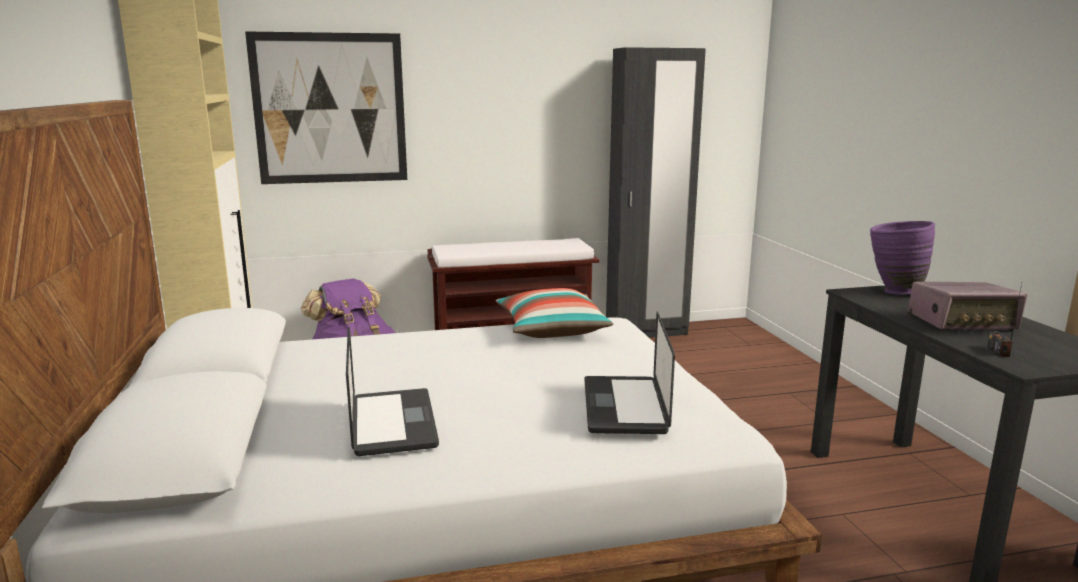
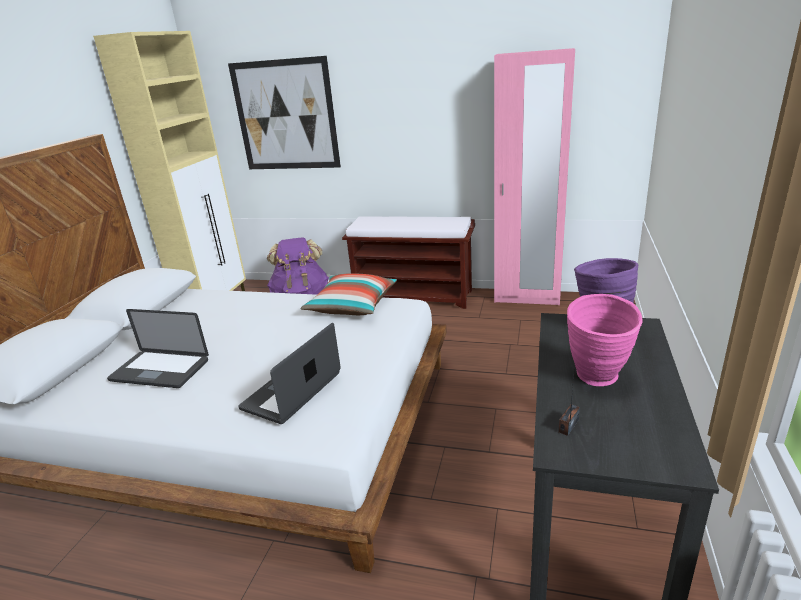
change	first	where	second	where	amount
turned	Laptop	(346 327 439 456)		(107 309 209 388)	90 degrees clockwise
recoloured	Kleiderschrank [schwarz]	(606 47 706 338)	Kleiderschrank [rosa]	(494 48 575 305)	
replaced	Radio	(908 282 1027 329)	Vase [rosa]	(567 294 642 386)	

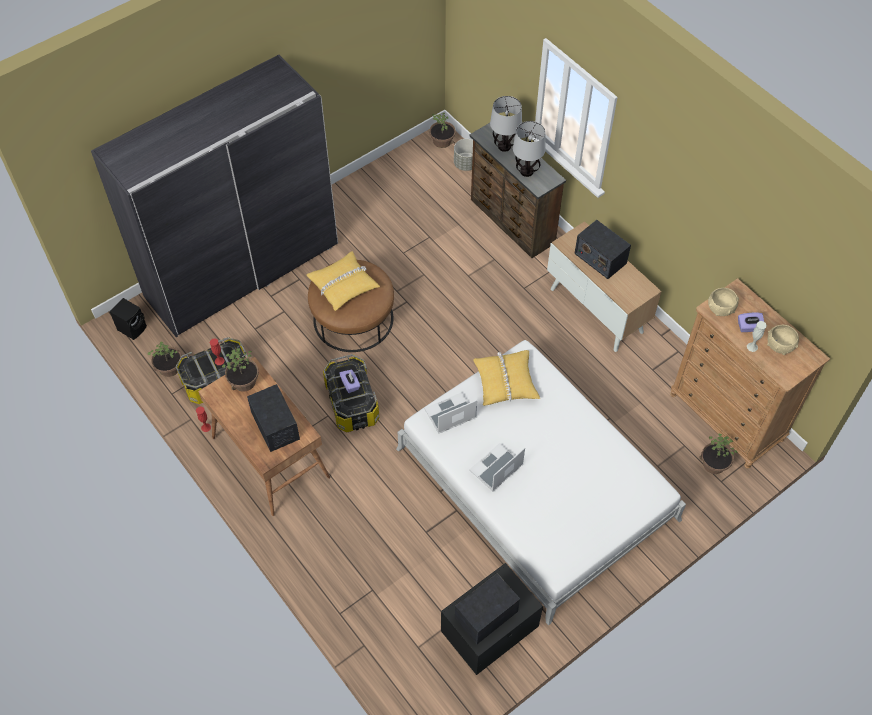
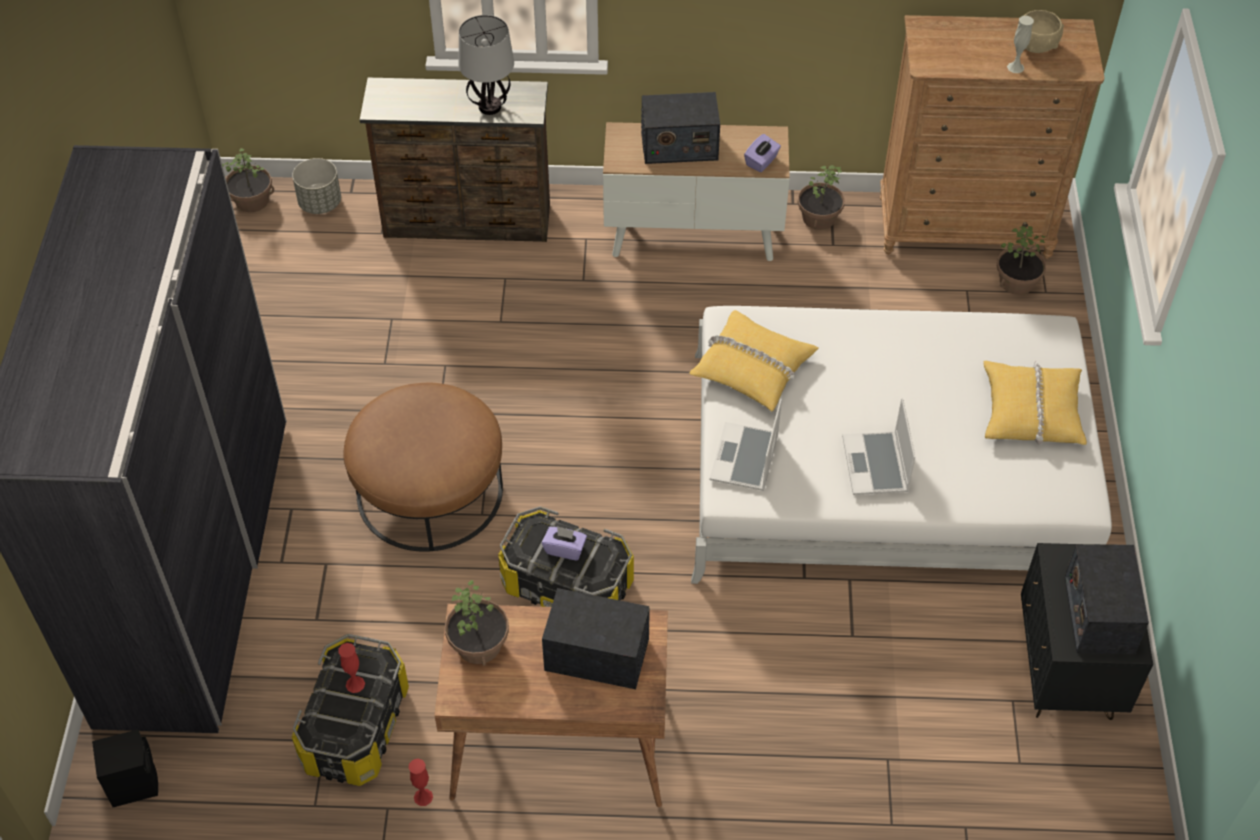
change	first	where	second	where	amount
moved	Taschentuchbox [lila]	(738 313 764 332)		(744 134 781 172)	
moved	Topfpflanze	(147 341 182 377)		(798 165 845 230)	
moved	Kissen [gelb]	(307 251 380 311)		(983 361 1087 445)	
removed	Tischlampe	(490 96 522 152)			
removed	Schüssel [beige]	(708 288 739 316)			

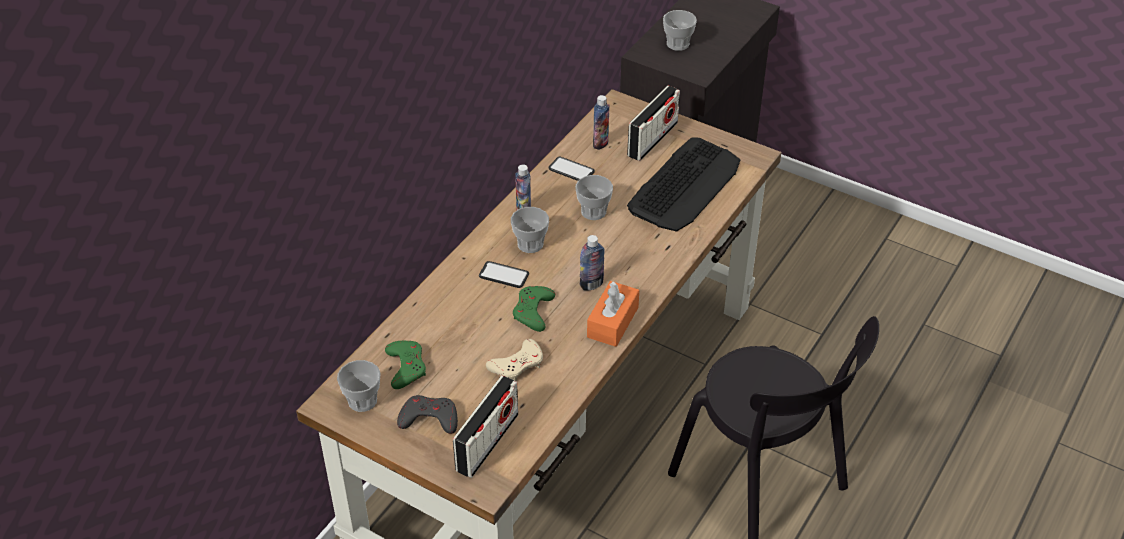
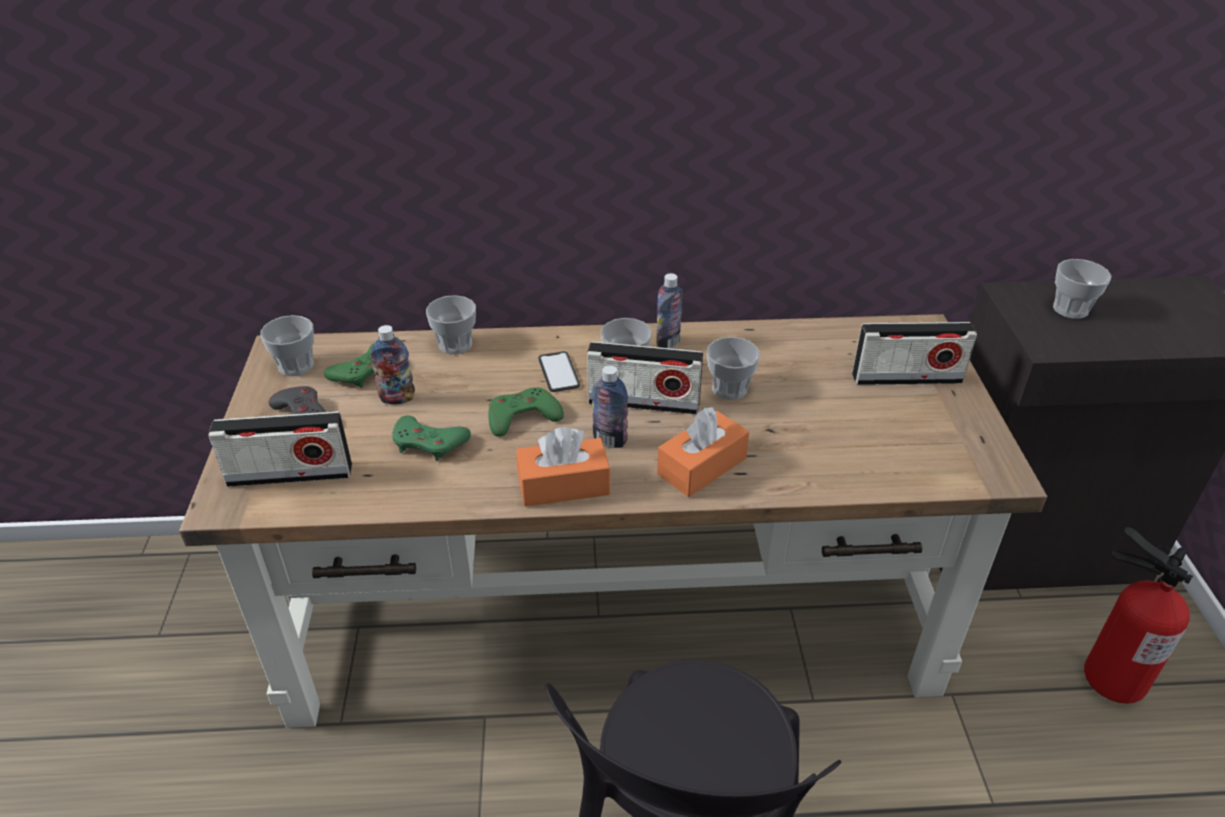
change	first	where	second	where	amount
moved	Flasche	(593 95 610 150)		(371 325 415 405)	
recoloured	Gamepad [beige]	(486 339 543 381)	Gamepad [grün]	(392 415 471 461)	
added			Tasse	(426 295 476 355)	
added			Radio	(587 341 703 415)	
added			Taschentuchbox [orange]	(657 407 749 497)	
added			Feuerlöscher	(1084 527 1193 704)	
removed	Handy	(548 157 595 181)			
removed	Tastatur	(627 137 741 232)			

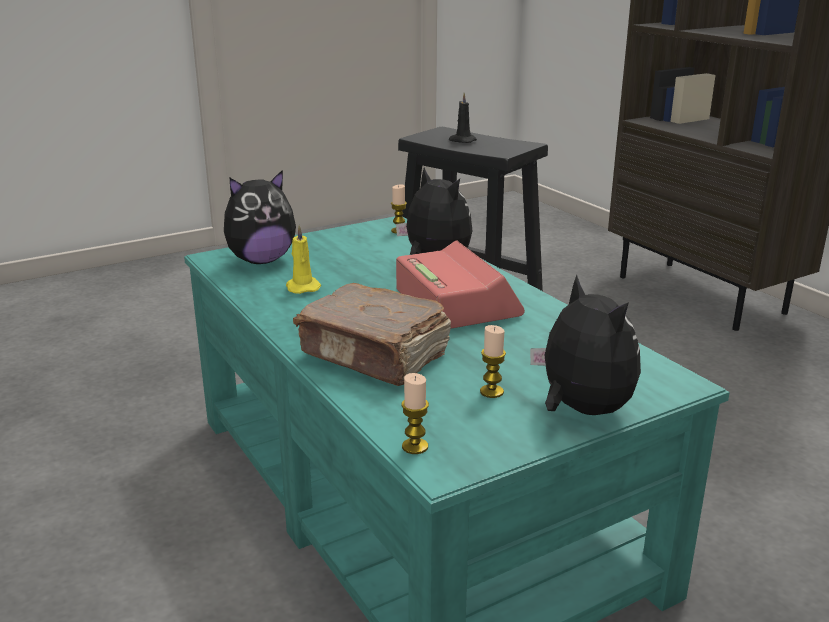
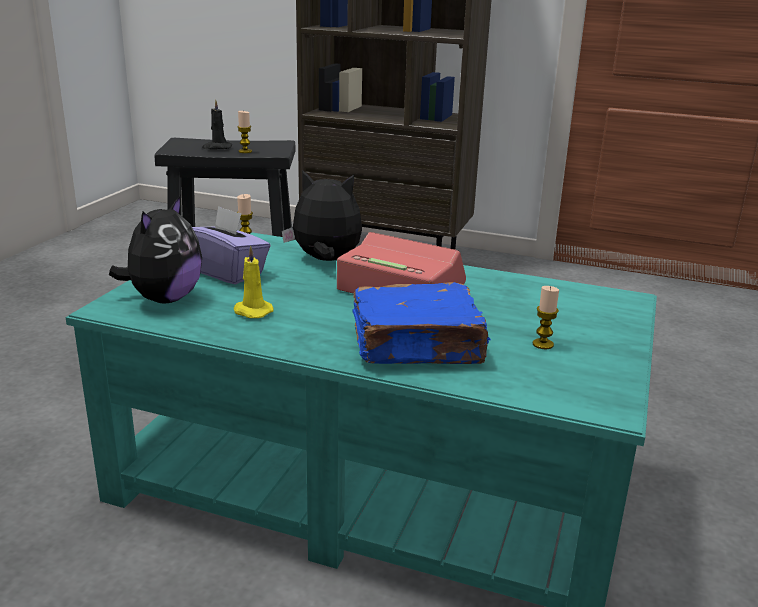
change	first	where	second	where	amount
added			Taschentuchbox [lila]	(192 206 271 285)	
moved	Kerze	(401 373 429 454)		(237 111 252 153)	
recoloured	Buch [braun]	(293 283 451 386)	Buch [blau]	(352 282 491 364)	
removed	Plüschtier	(530 275 641 415)			

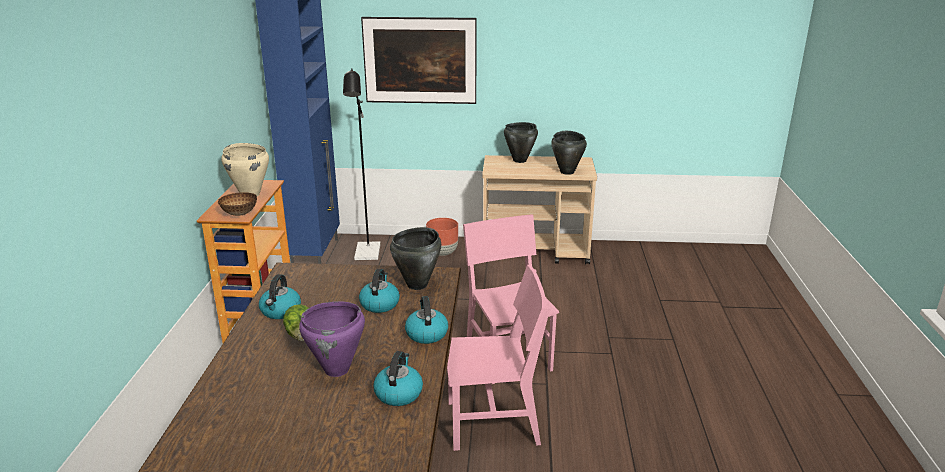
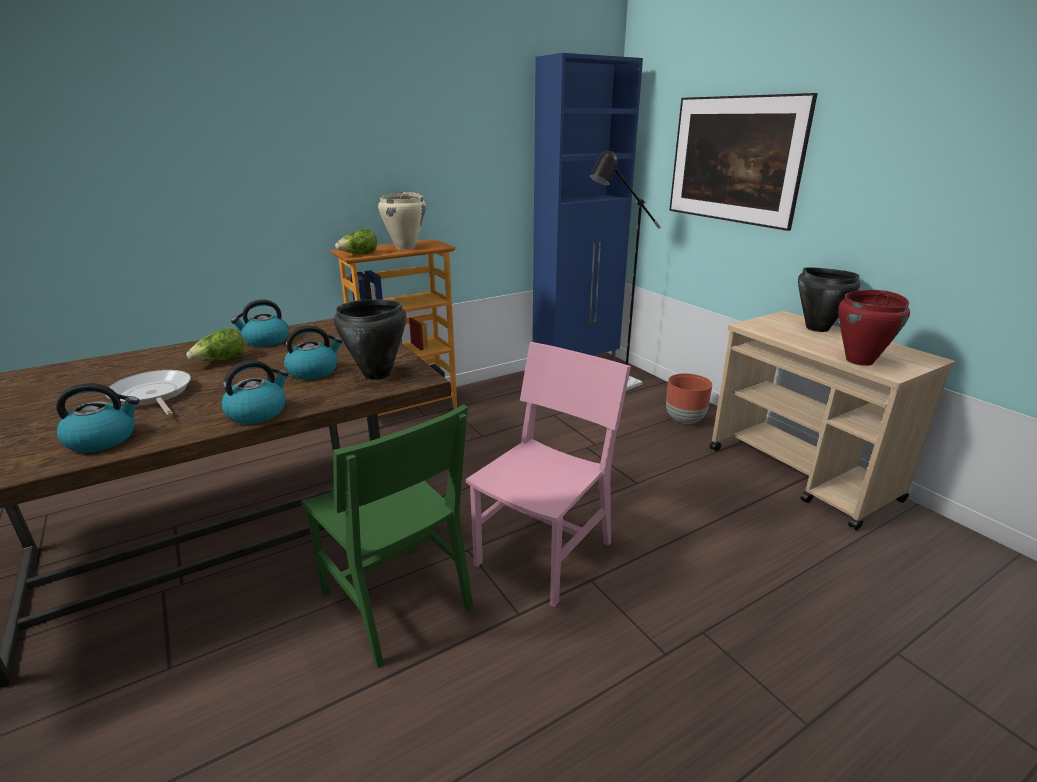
change	first	where	second	where	amount
replaced	Kochtopf [lila]	(299 301 365 377)	Pfanne	(106 370 191 416)	
recoloured	Stuhl [rosa]	(447 265 550 451)	Stuhl [grün]	(301 404 474 668)	
replaced	Schüssel	(218 192 257 216)	Salatkopf	(335 229 377 254)	
recoloured	Kochtopf [schwarz]	(551 131 587 175)	Kochtopf [rot]	(838 290 910 366)	

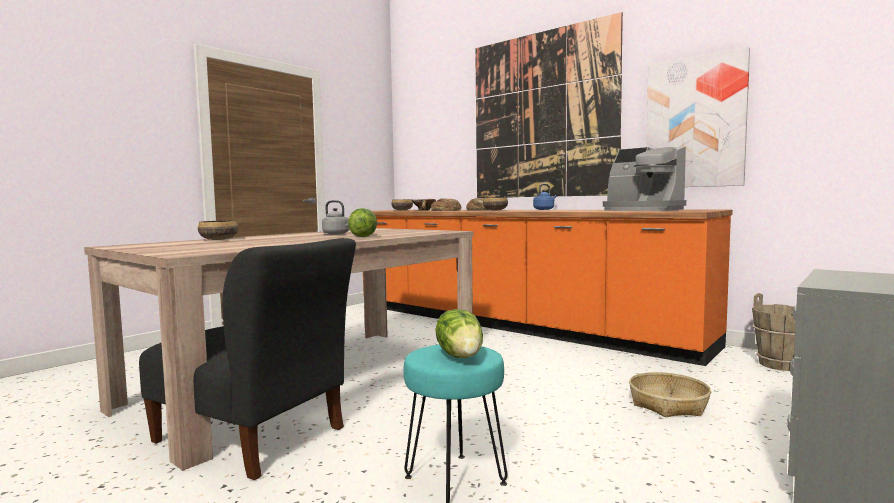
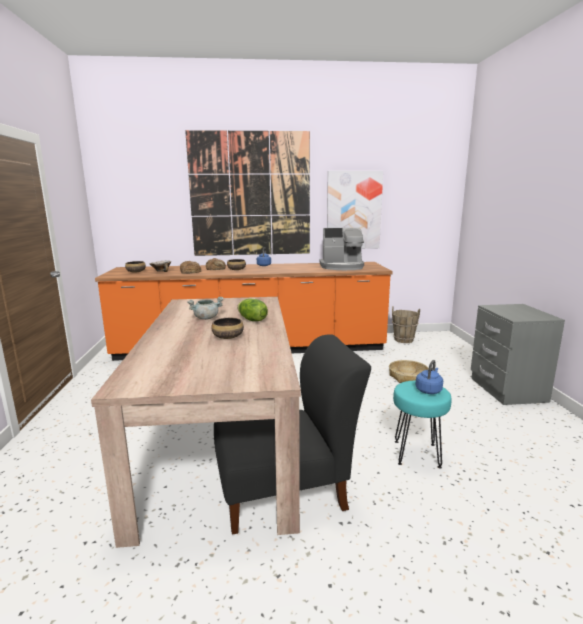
change	first	where	second	where	amount
replaced	Wasserkessel [grau]	(322 200 349 235)	Kochtopf [grau]	(187 297 224 320)	
moved	Schüssel	(198 220 238 240)		(211 318 244 339)	
replaced	Salatkopf	(435 309 483 358)	Wasserkessel [blau]	(415 360 443 394)	

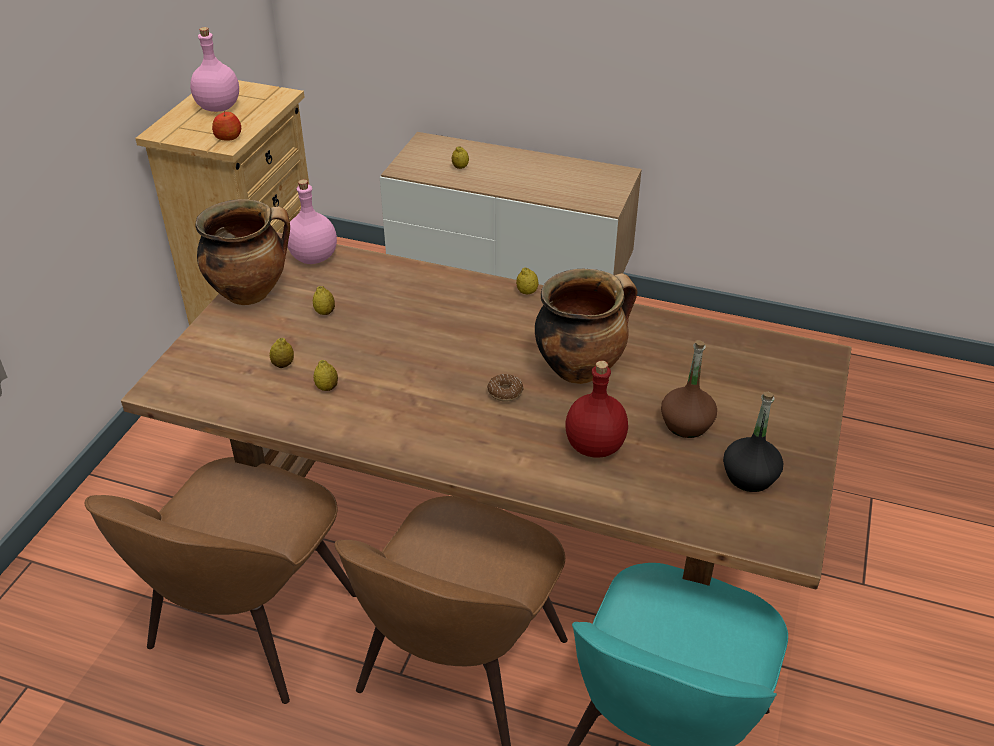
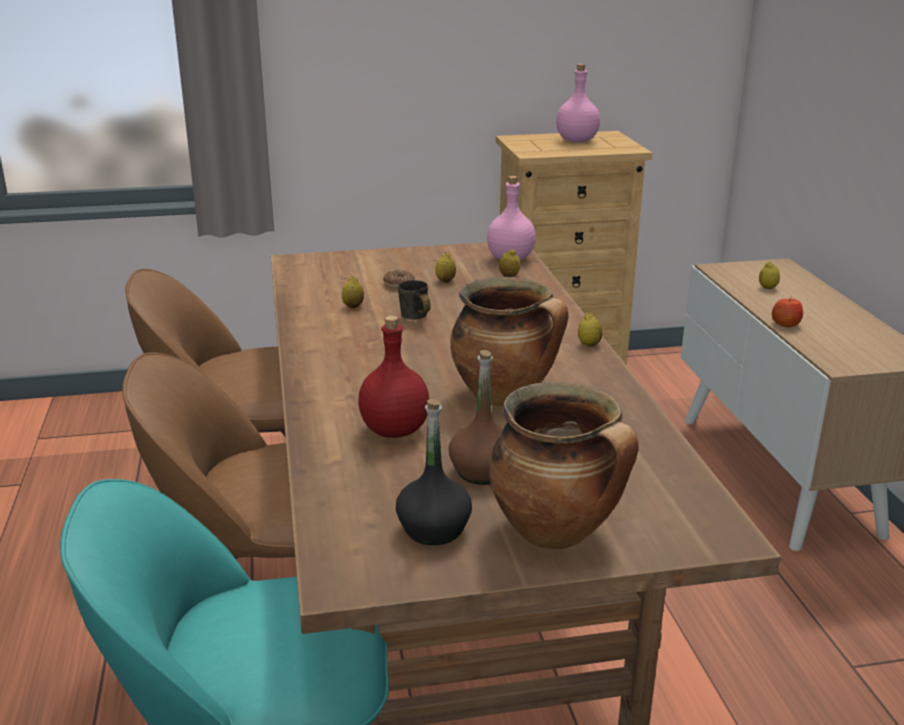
change	first	where	second	where	amount
moved	Donut	(487 374 523 402)		(383 270 415 289)	
added			Henkelbecher [grau]	(398 280 431 320)	
moved	Kochtopf	(195 199 290 305)		(489 382 638 549)	
moved	Zitrone	(270 338 294 368)		(499 249 520 277)	
moved	Apfel	(212 111 241 141)		(772 298 803 327)	

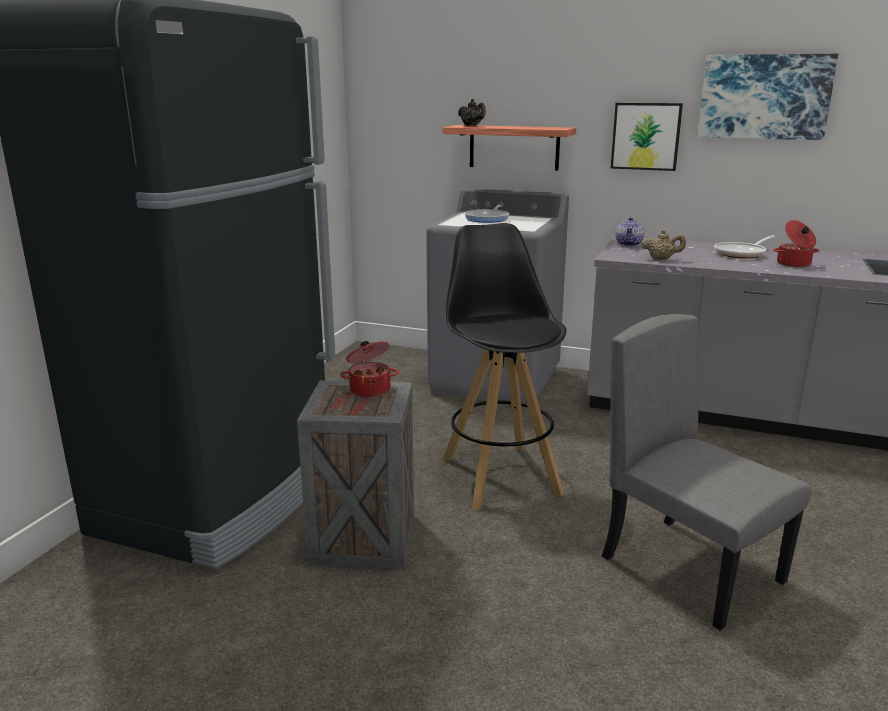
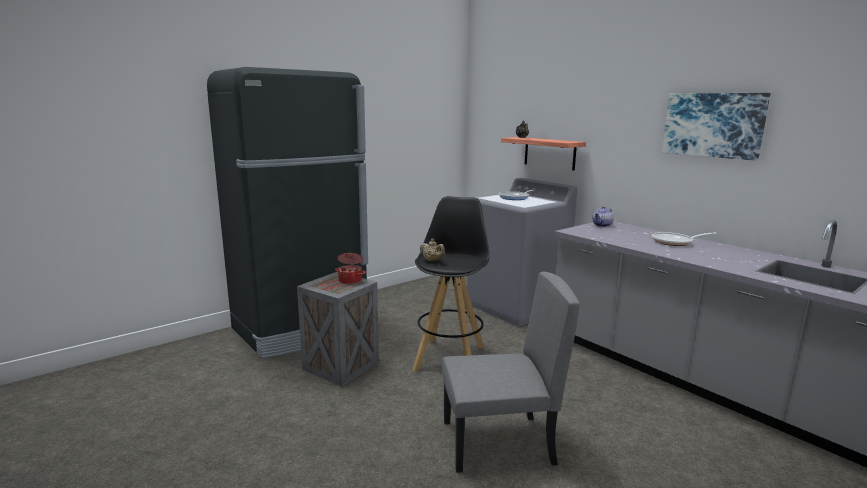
change	first	where	second	where	amount
moved	Teekanne [beige]	(641 229 686 260)		(420 239 445 261)	
turned	Stuhl [grau]	(602 314 812 631)		(442 272 580 473)	90 degrees clockwise
removed	Bild	(611 103 683 171)			
removed	Kochtopf	(773 220 820 267)			

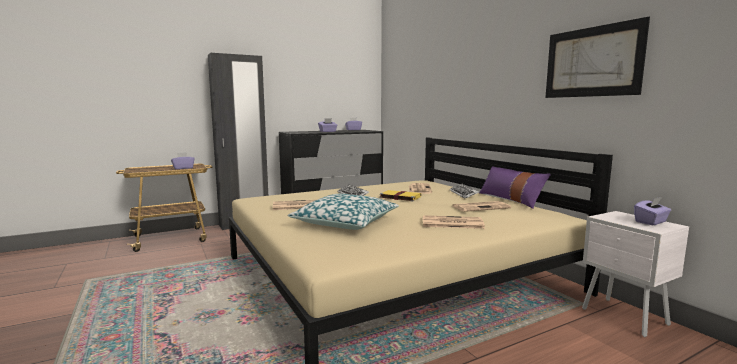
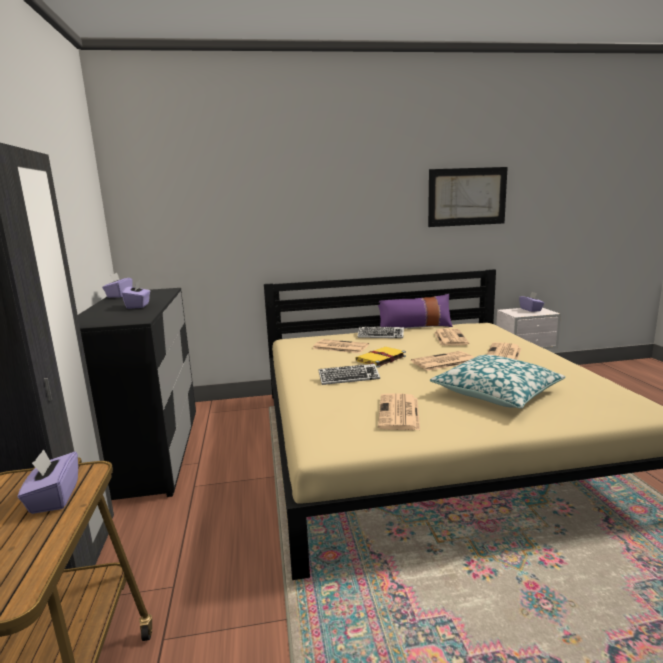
change	first	where	second	where	amount
added			Zeitung	(411 351 474 371)	

